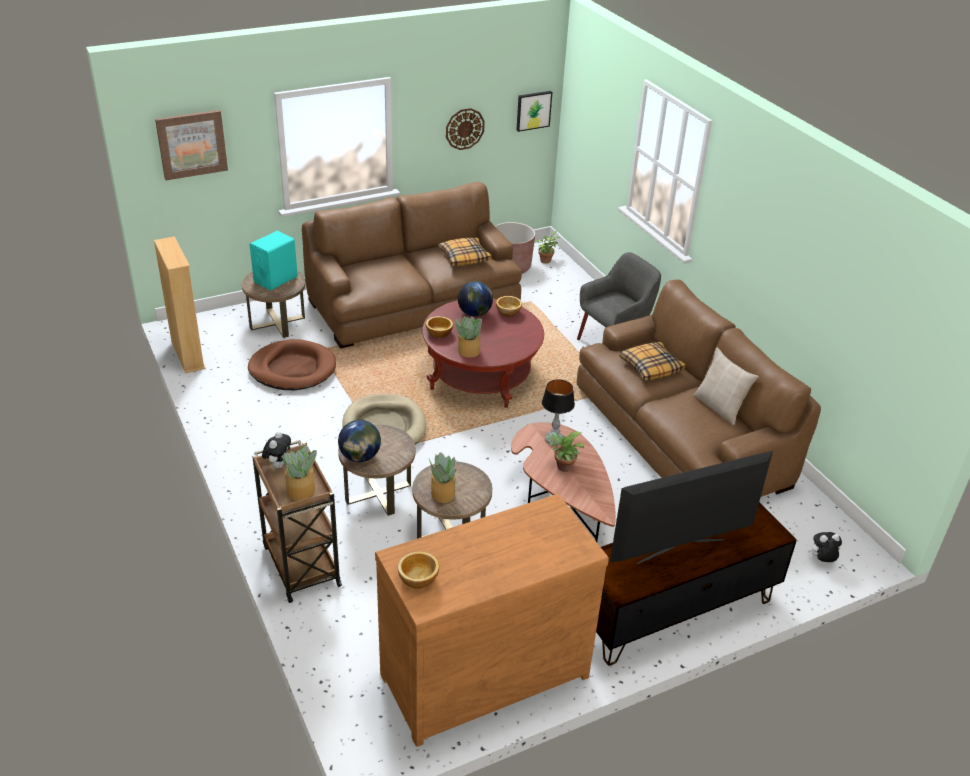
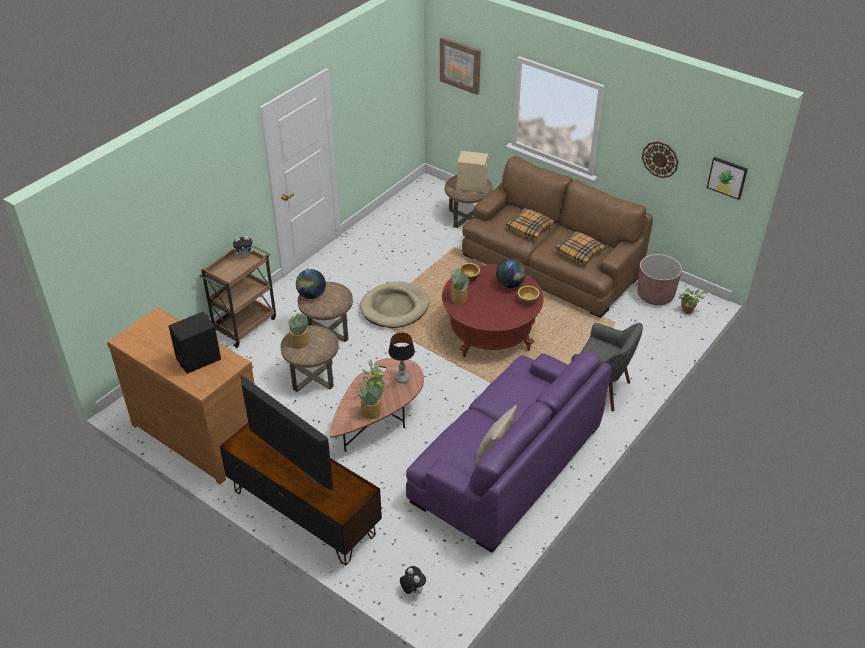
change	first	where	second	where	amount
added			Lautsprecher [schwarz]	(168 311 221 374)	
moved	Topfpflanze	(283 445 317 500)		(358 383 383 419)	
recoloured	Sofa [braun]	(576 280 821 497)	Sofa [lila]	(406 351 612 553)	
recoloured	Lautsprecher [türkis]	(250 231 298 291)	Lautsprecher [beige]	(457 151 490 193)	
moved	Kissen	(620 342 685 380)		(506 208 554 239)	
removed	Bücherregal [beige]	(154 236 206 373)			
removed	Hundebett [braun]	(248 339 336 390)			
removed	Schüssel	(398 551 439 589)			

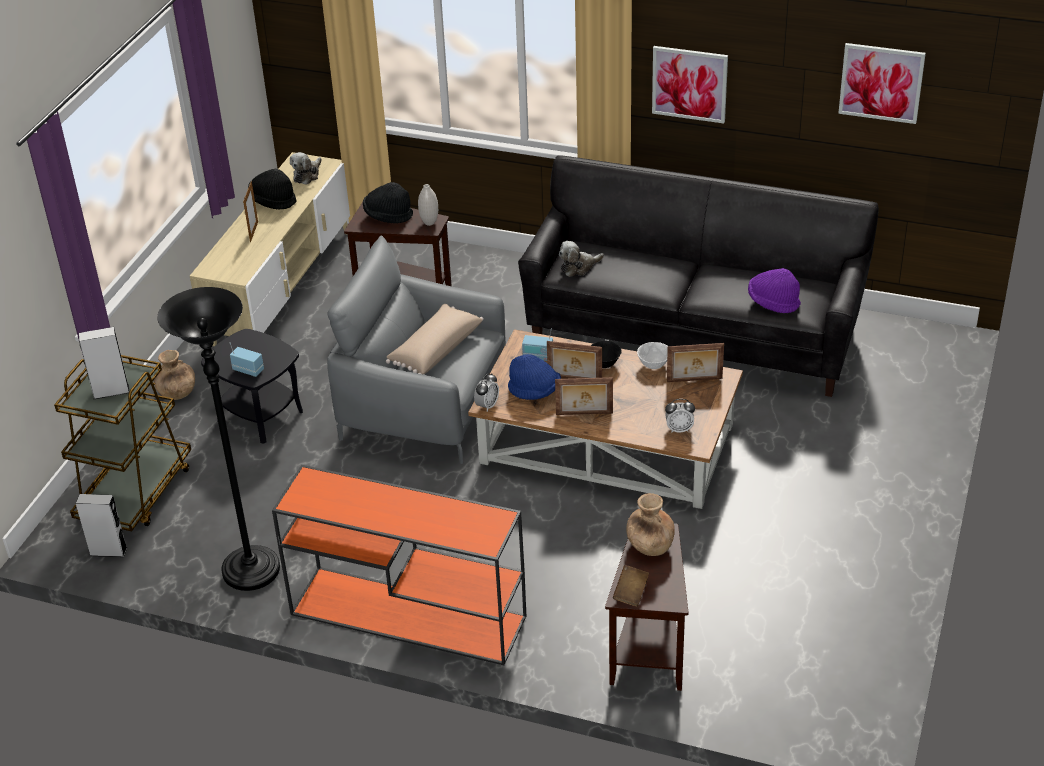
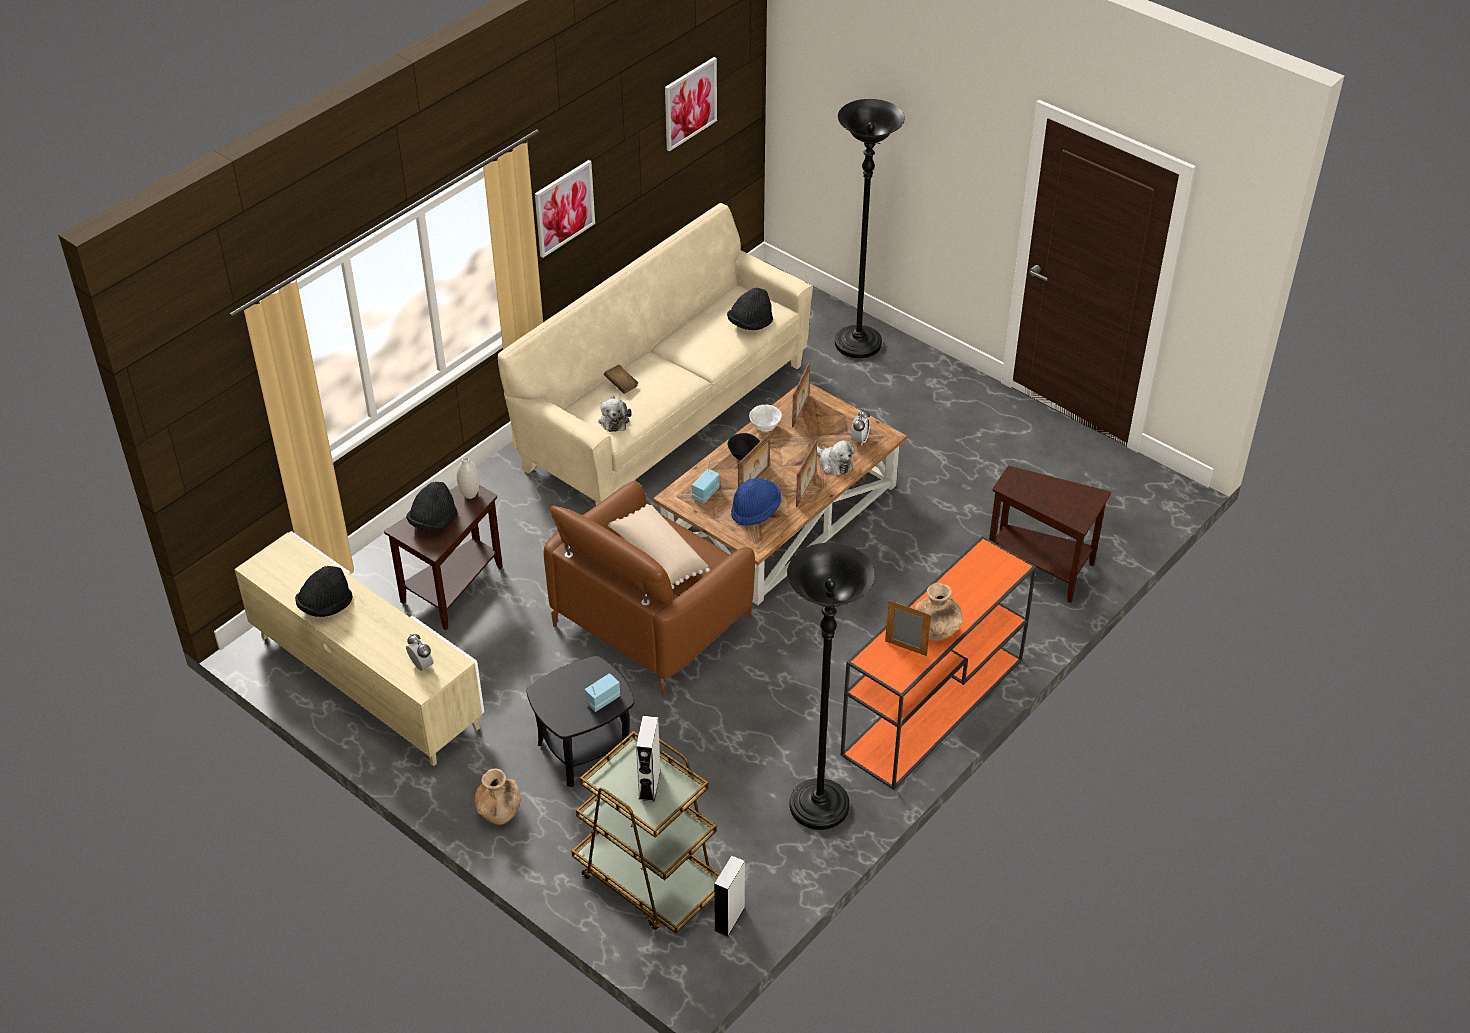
change	first	where	second	where	amount
moved	Wecker	(474 373 499 412)		(406 634 434 671)	
recoloured	Sofa [schwarz]	(518 155 879 397)	Sofa [beige]	(498 203 813 505)	
recoloured	Sessel [grau]	(327 236 506 464)	Sessel [braun]	(544 481 755 697)	
moved	Buch [braun]	(613 565 649 607)		(604 365 638 394)	
recoloured	Hut [lila]	(748 268 801 313)	Hut [schwarz]	(727 287 773 330)	
moved	Plüschtier	(290 152 322 185)		(817 440 855 475)	
added			Stehlampe [schwarz]	(835 99 905 358)	
moved	Bilderrahmen	(243 181 258 242)		(885 600 931 656)	
moved	Vase [braun]	(626 493 675 556)		(915 583 963 640)	

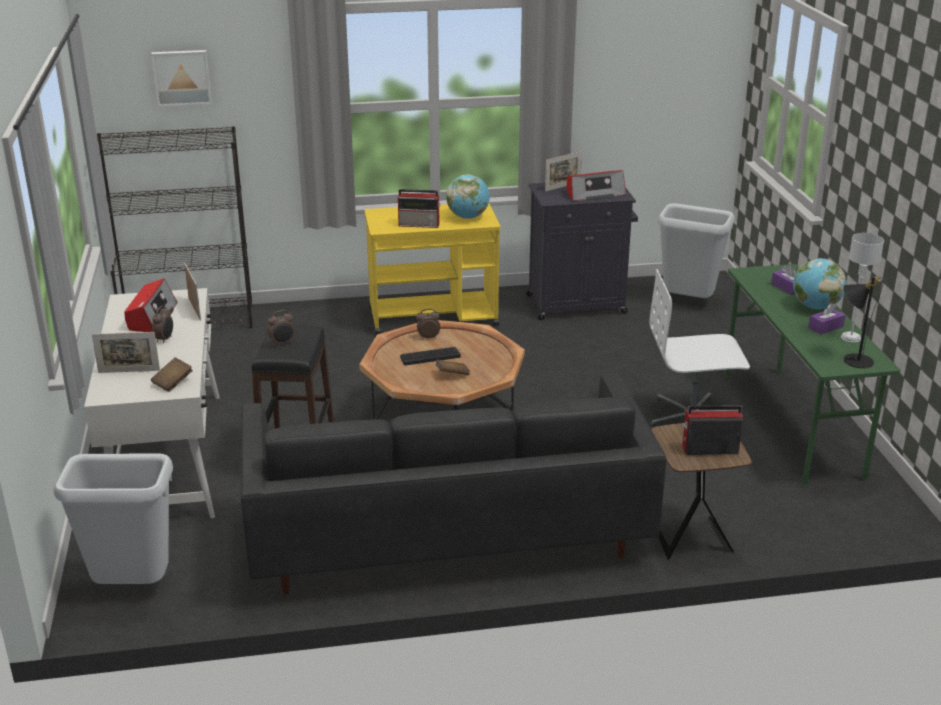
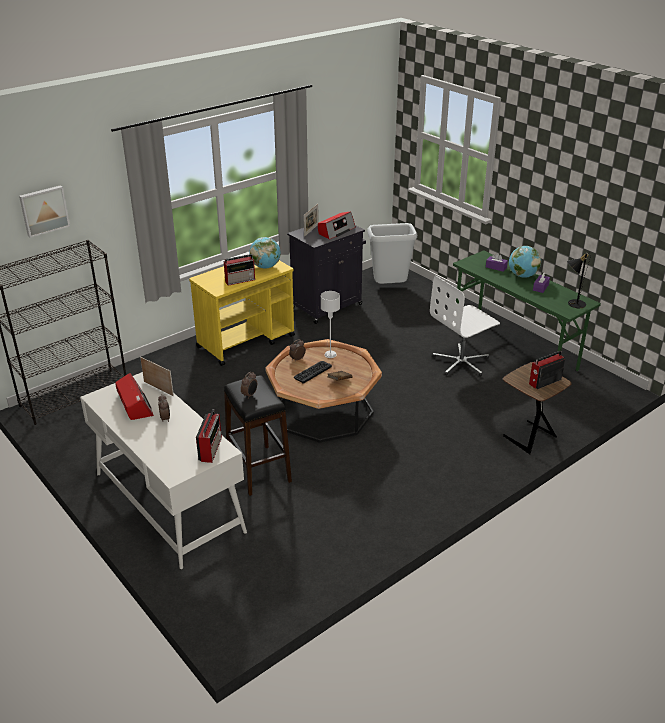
change	first	where	second	where	amount
replaced	Buch [braun]	(151 357 193 392)	Radio	(196 409 222 463)	
moved	Tischlampe [grau]	(841 233 884 342)		(321 291 340 358)	
removed	Mülleimer [grau]	(53 454 173 589)			
removed	Bilderrahmen	(92 332 160 373)			
removed	Sofa [schwarz]	(241 373 666 594)			

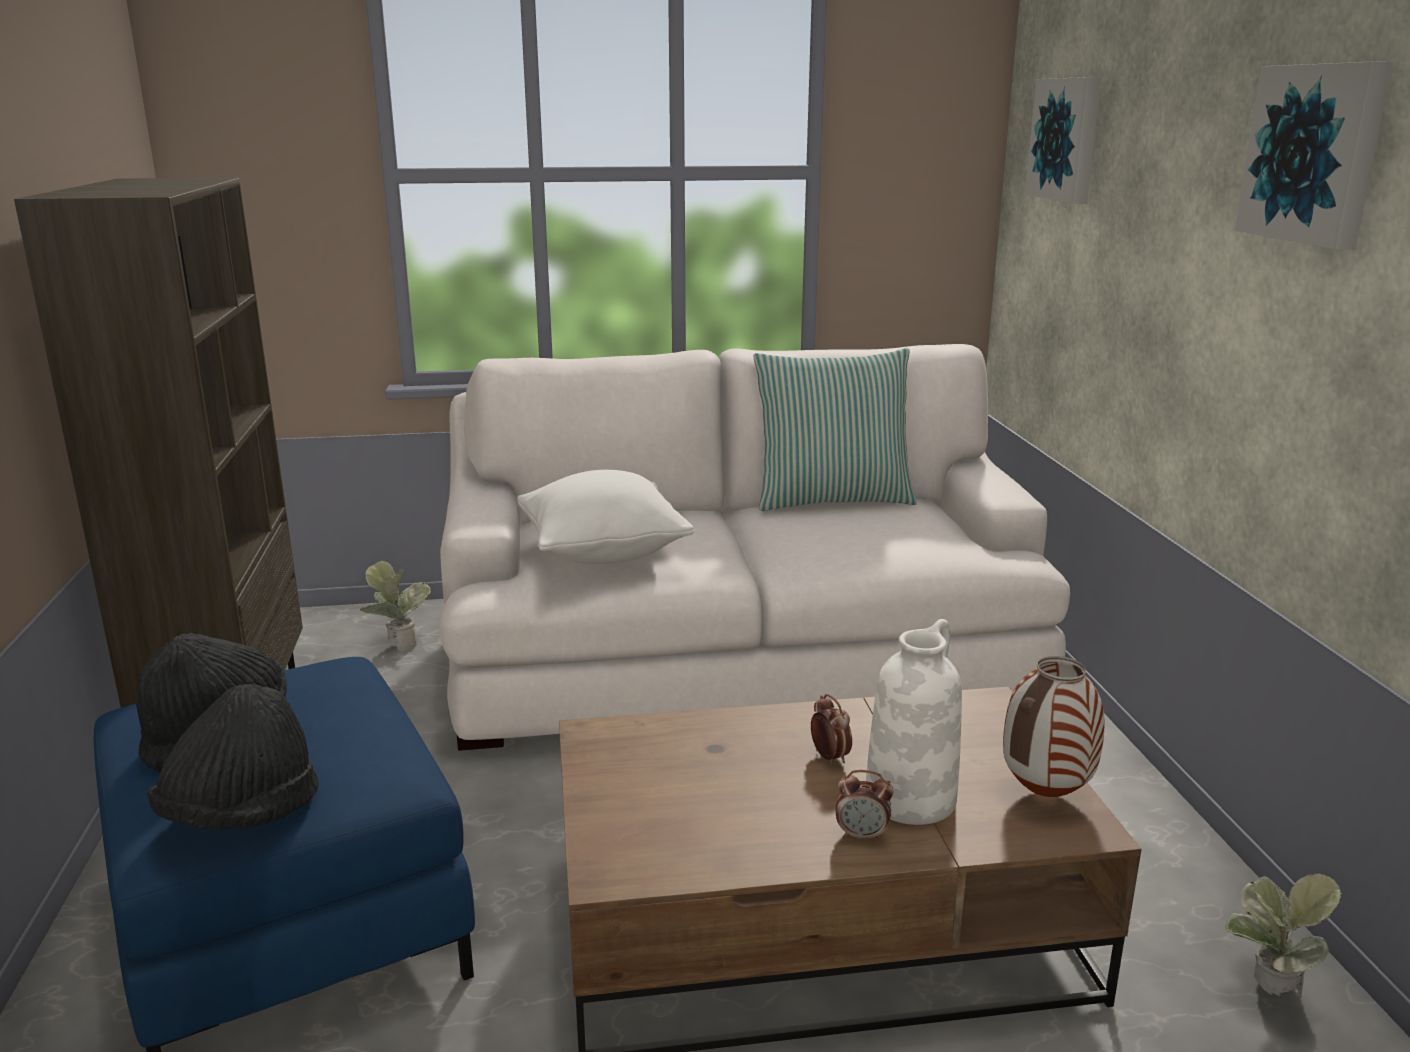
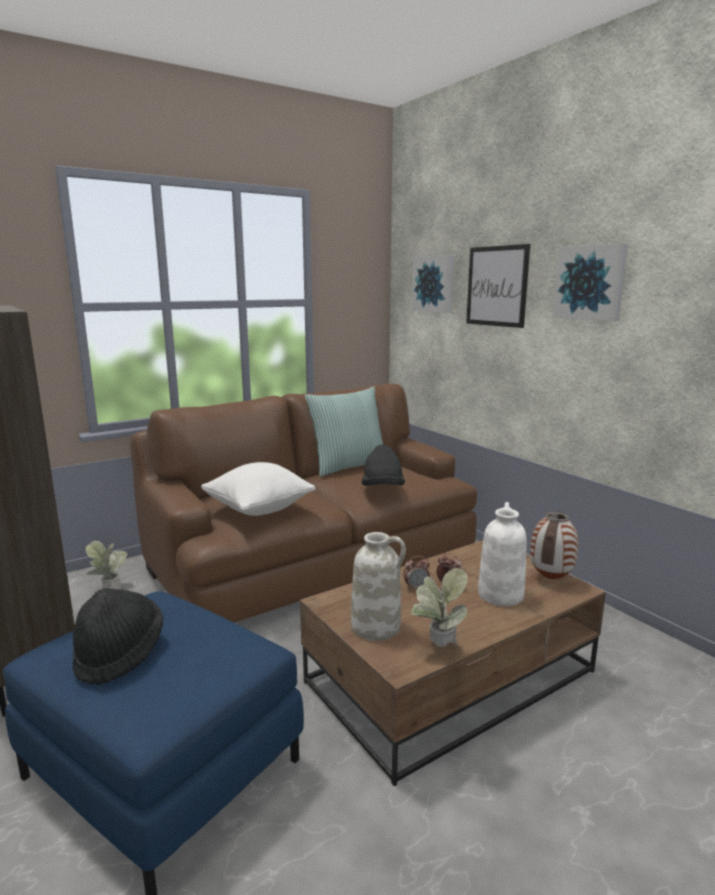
change	first	where	second	where	amount
recoloured	Sofa [weiß]	(440 344 1070 751)	Sofa [braun]	(130 384 477 623)	
added			Vase [weiß]	(351 532 406 641)	
moved	Hut [schwarz]	(147 684 319 830)		(361 445 405 486)	
moved	Wecker	(836 770 894 842)		(403 556 430 591)	
moved	Topfpflanze	(1225 874 1342 1002)		(411 568 469 648)	
added			Bild	(466 244 530 328)	

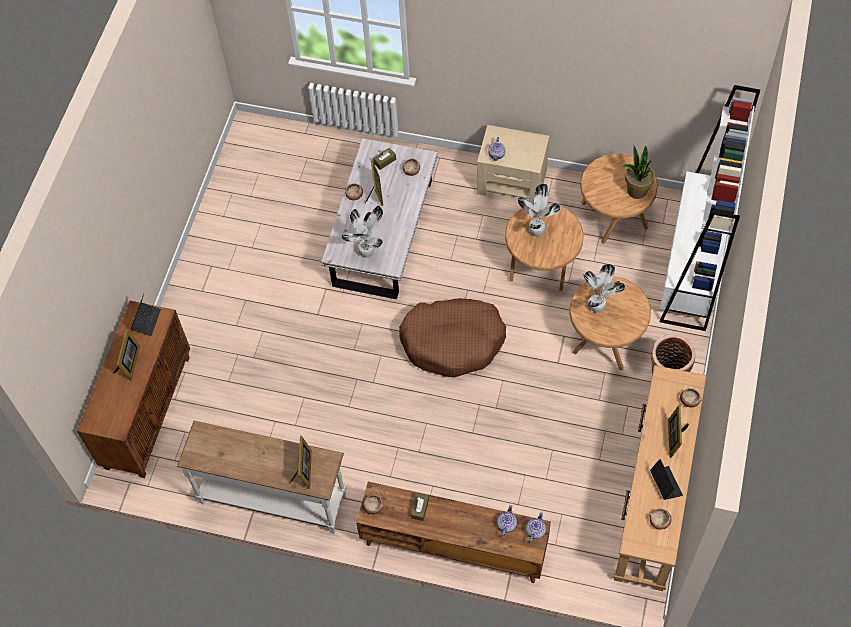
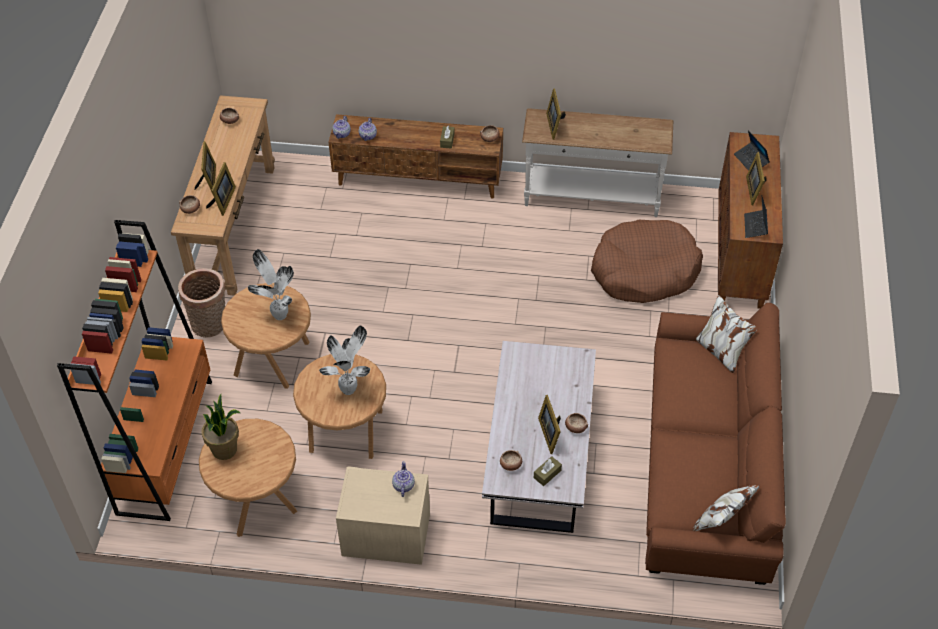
change	first	where	second	where	amount
recoloured	Bücherregal [weiß]	(660 85 760 331)	Bücherregal [orange]	(57 220 212 521)	
added			Bilderrahmen	(206 162 236 216)	
moved	Hundebett [braun]	(399 298 506 377)		(591 220 703 303)	
added			Sofa [braun]	(645 295 786 585)	
moved	Laptop	(650 459 683 500)		(734 130 770 171)	
removed	Topfpflanze	(342 206 383 258)			

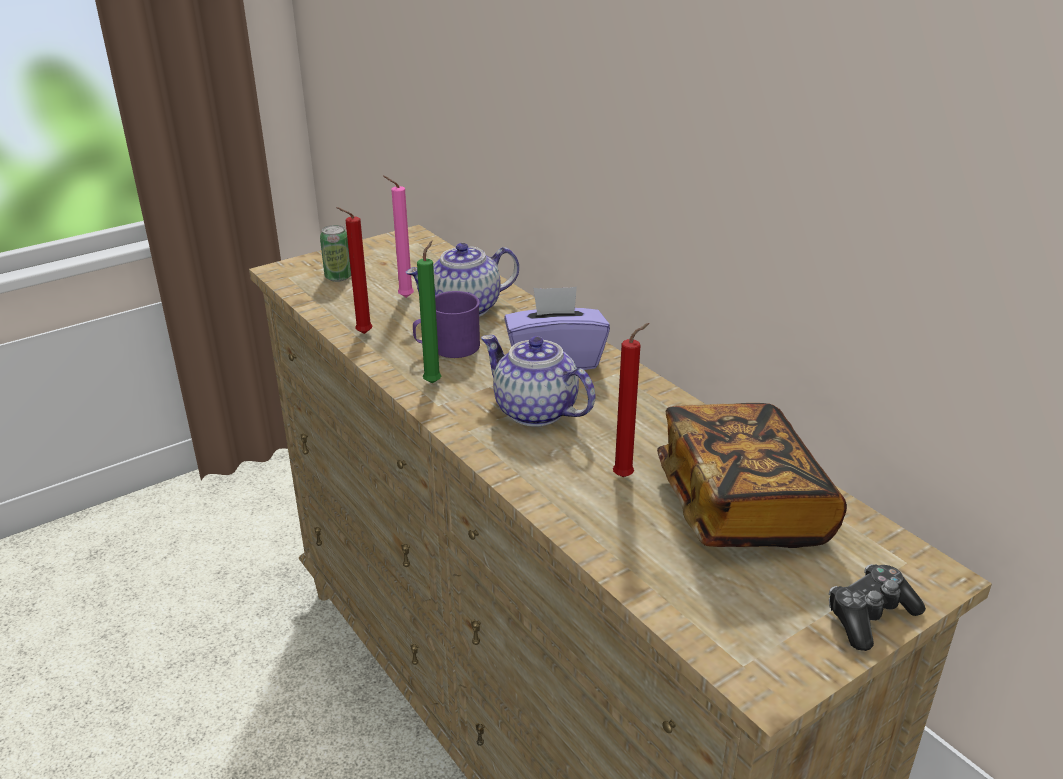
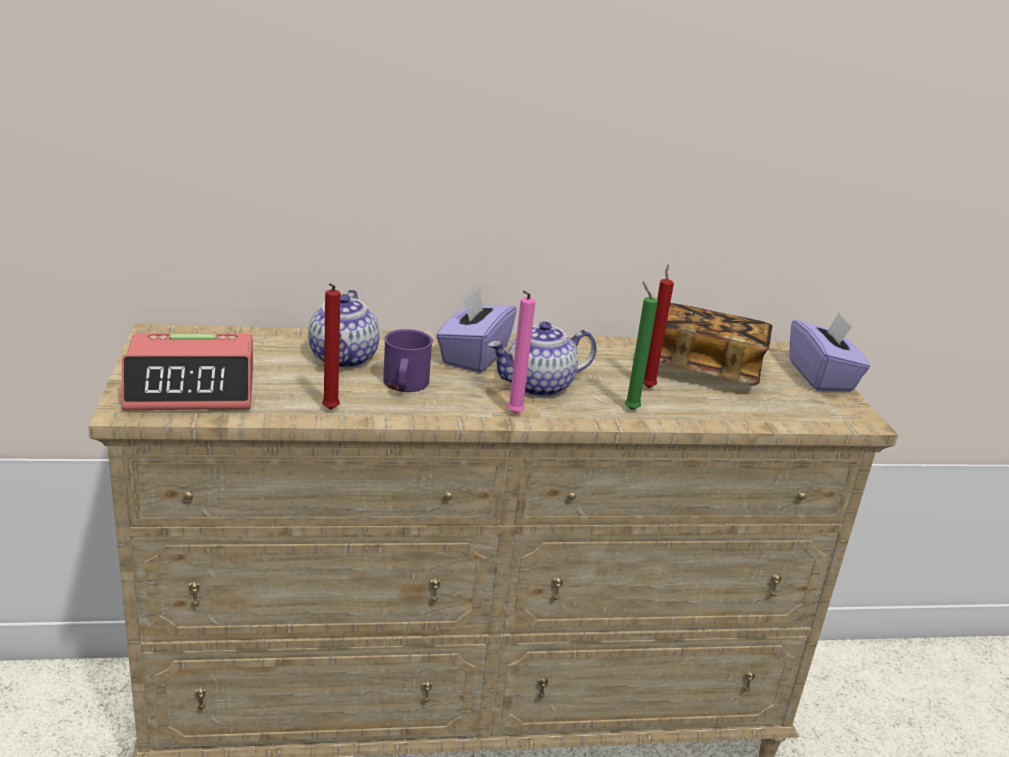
change	first	where	second	where	amount
replaced	Dose	(320 225 351 282)	Wecker	(122 333 253 410)	
moved	Kerze [rosa]	(383 175 414 298)		(507 291 535 414)	
moved	Kerze [grün]	(417 241 441 383)		(625 281 658 410)	
replaced	Gamepad	(829 564 926 651)	Taschentuchbox [lila]	(790 313 870 391)	

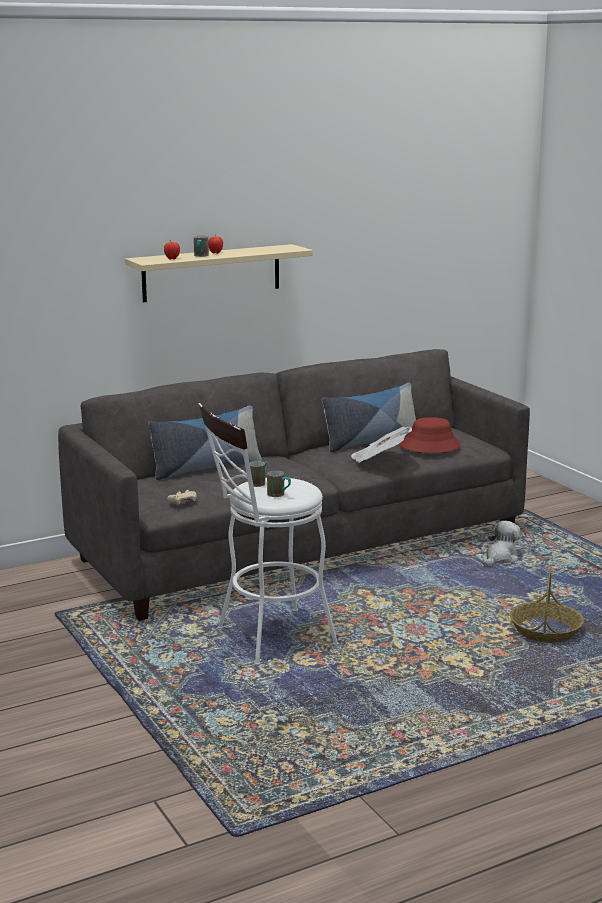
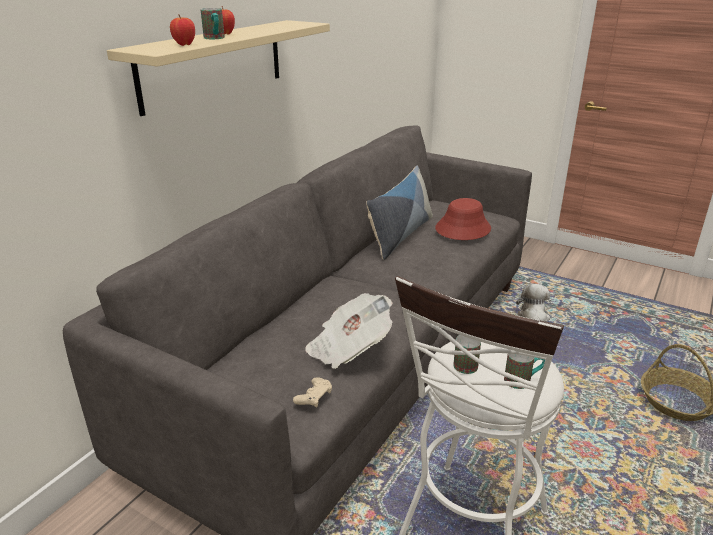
change	first	where	second	where	amount
moved	Zeitung	(351 427 412 463)		(305 293 393 369)	
removed	Kissen	(148 405 262 480)			

